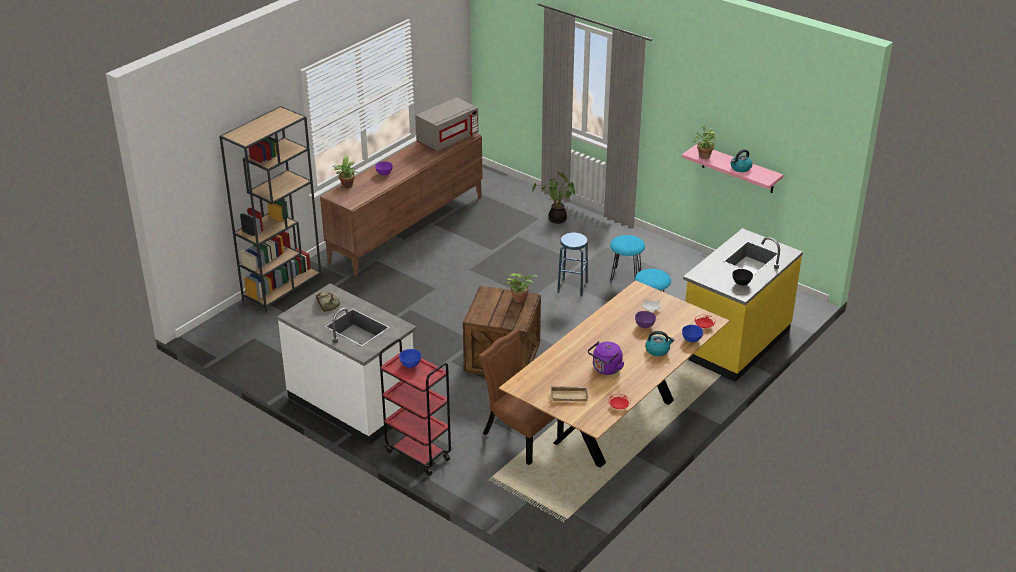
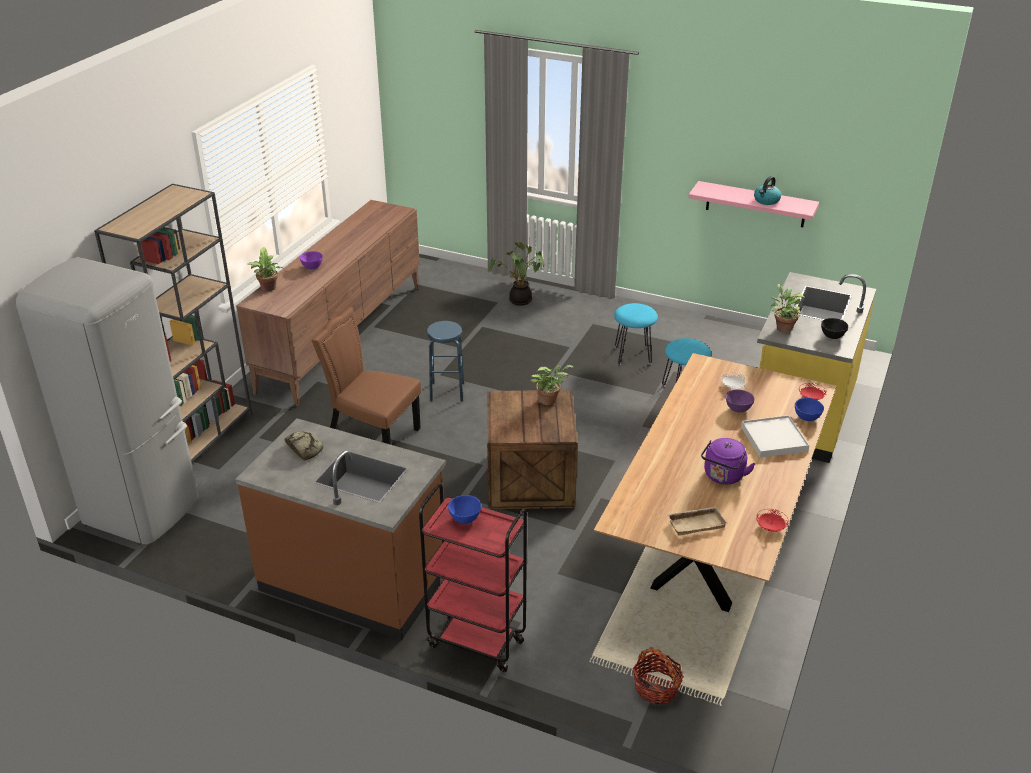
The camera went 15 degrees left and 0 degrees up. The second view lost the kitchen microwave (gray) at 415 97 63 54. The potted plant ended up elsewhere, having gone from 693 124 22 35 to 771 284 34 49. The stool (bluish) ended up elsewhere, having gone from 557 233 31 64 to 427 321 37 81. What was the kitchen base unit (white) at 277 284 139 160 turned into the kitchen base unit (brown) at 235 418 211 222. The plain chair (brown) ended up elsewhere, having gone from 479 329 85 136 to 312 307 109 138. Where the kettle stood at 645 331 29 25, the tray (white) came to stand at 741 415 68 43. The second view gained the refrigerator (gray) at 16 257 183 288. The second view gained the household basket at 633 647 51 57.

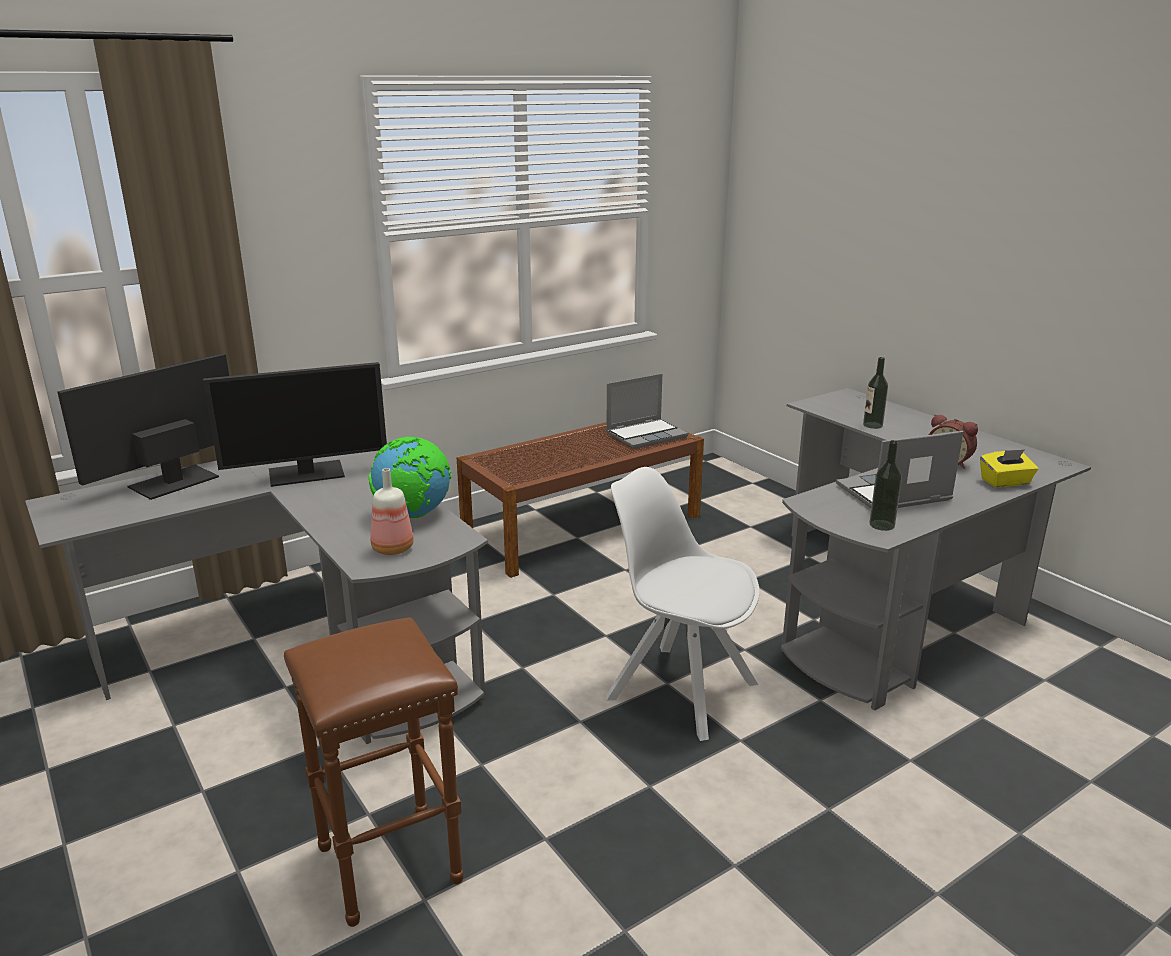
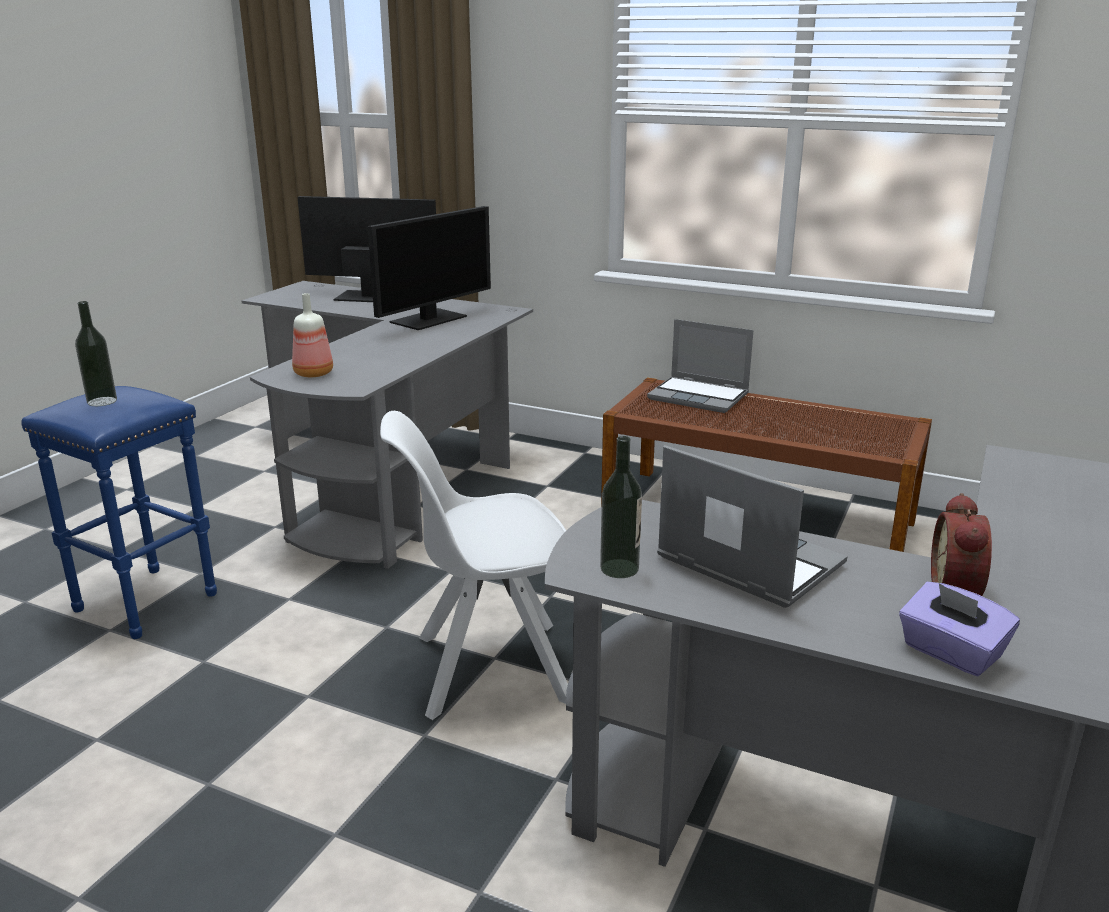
The camera went 60 degrees right and 0 degrees up. The bottle ended up elsewhere, having gone from 863 357 25 72 to 75 301 42 105. The computer screen at 203 362 184 125 ended up facing another way, 90 degrees counterclockwise from before. The notebook computer ended up elsewhere, having gone from 606 374 82 75 to 647 319 106 94. The second view lost the desk globe at 369 437 82 81. What was the tissue box (yellowish) at 980 449 58 39 turned into the tissue box (purplish) at 899 582 121 95. The plain chair (white) at 606 467 154 274 ended up facing another way, 105 degrees counterclockwise from before. What was the stool (brown) at 284 617 180 310 turned into the stool (bluish) at 21 386 196 253.

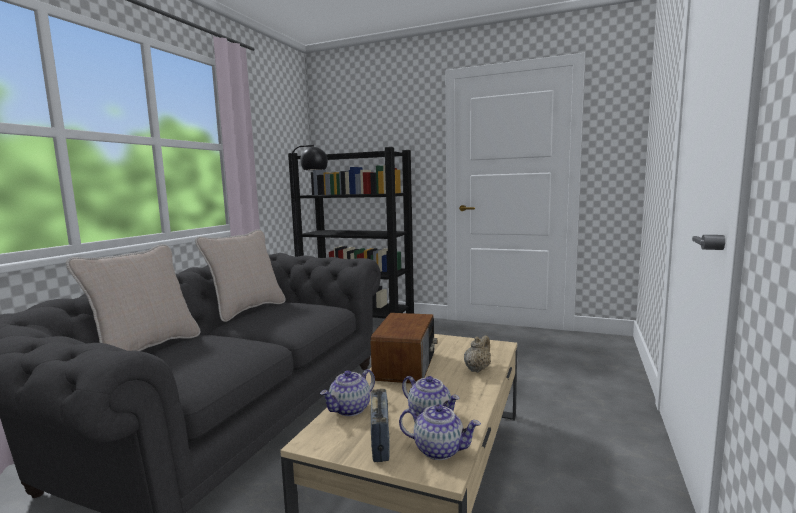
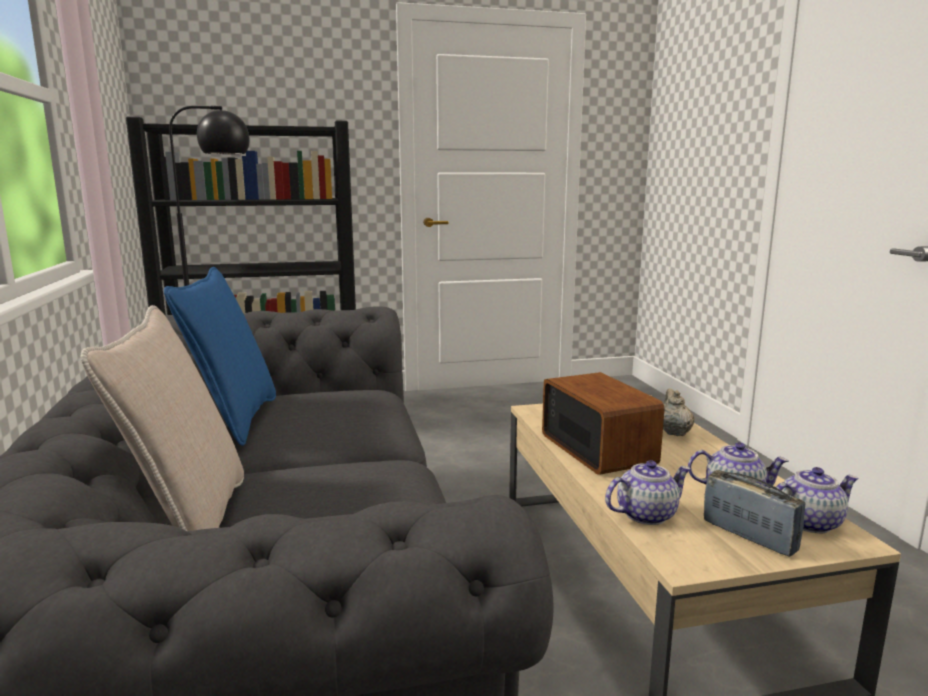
The camera went 35 degrees left and 5 degrees up. What was the pillow (sand-coloured) at 195 229 91 93 turned into the pillow (bluish) at 164 267 112 179. The pot for tea at 320 369 55 47 ended up facing another way, 120 degrees counterclockwise from before.

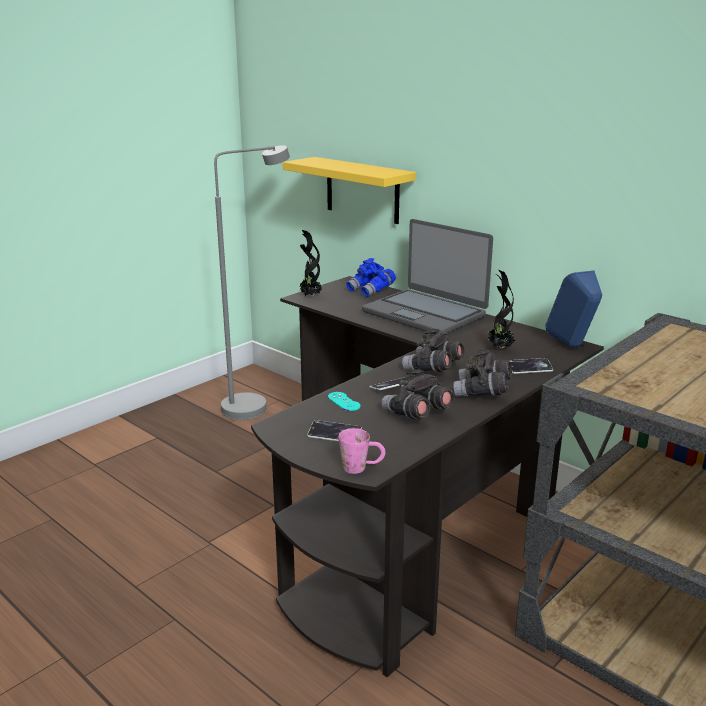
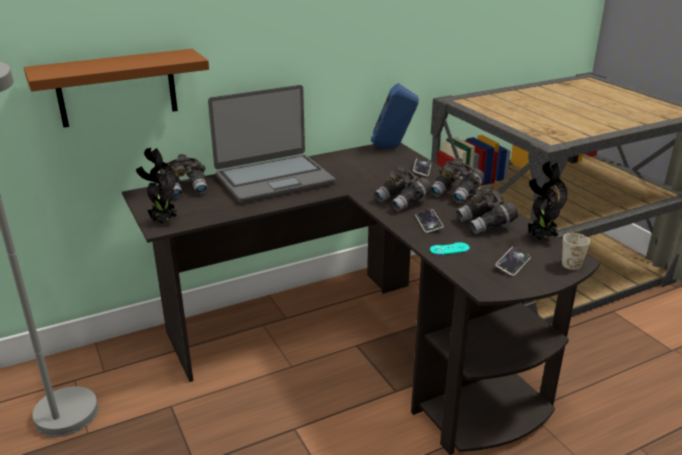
The camera went 70 degrees left and 5 degrees up. What was the shelf (yellowish) at 283 157 133 67 turned into the shelf (brown) at 24 49 185 78. What was the binoculars (bluish) at 346 258 50 39 turned into the binoculars (gray) at 160 154 48 45. The potted plant ended up elsewhere, having gone from 488 270 27 79 to 528 161 40 79. What was the tea mug (pink-coloured) at 338 428 47 46 turned into the tea mug (white) at 562 233 28 37.

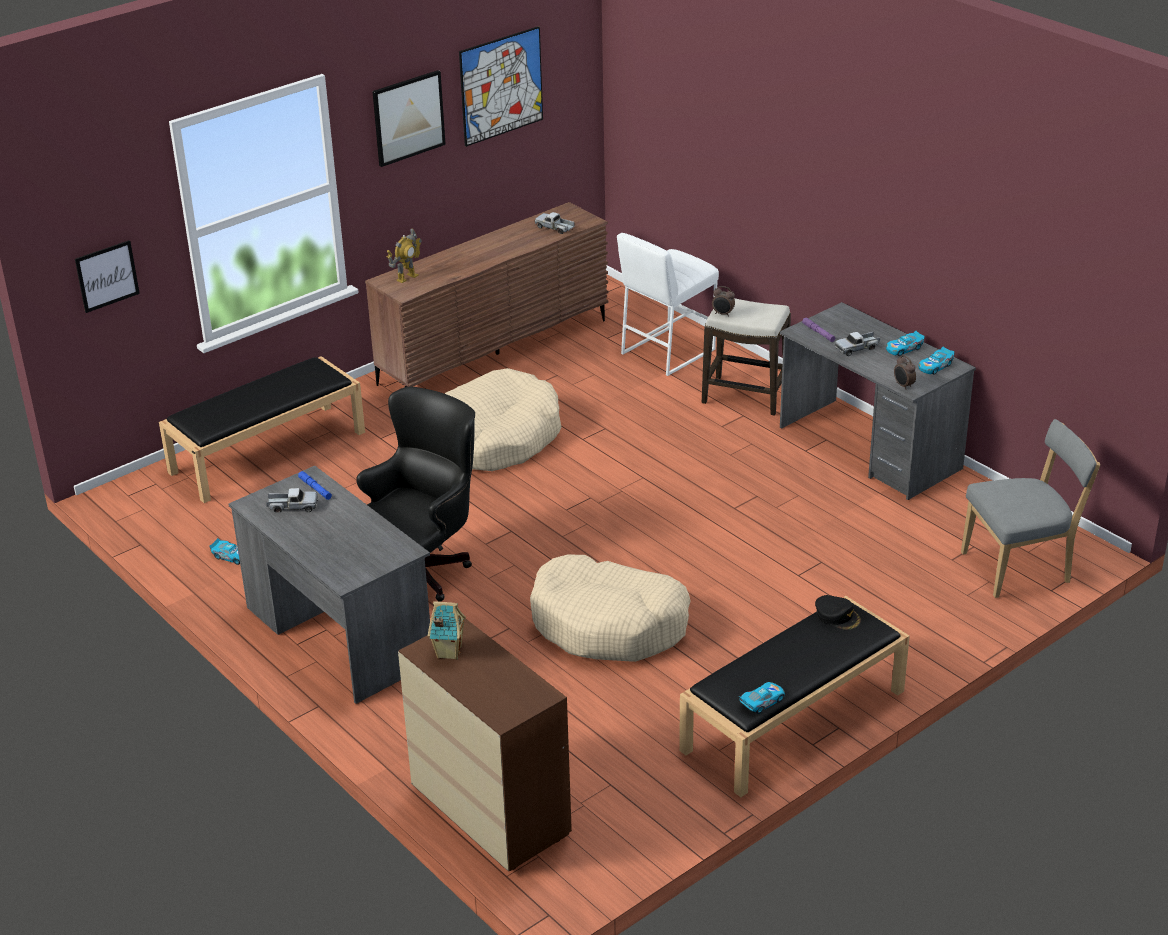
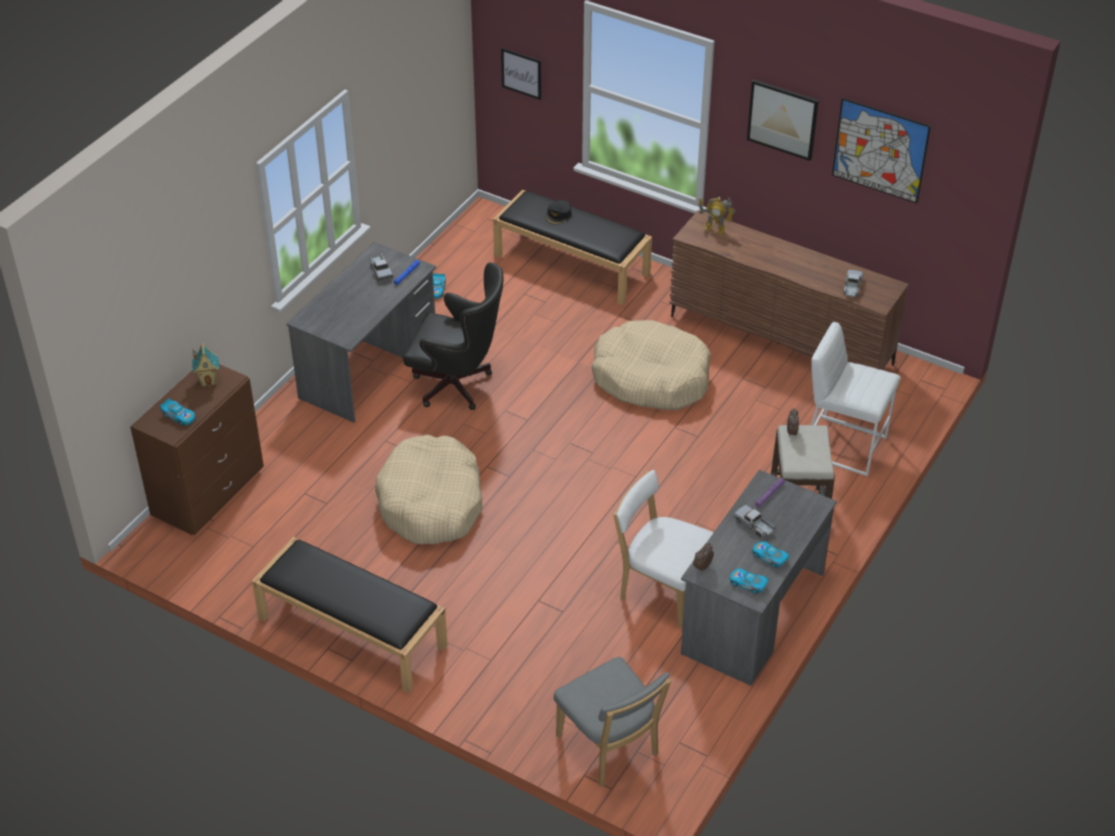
The camera went 70 degrees right and 10 degrees up. The cap (blackish) ended up elsewhere, having gone from 815 595 47 36 to 546 200 25 25. The miniature car ended up elsewhere, having gone from 739 682 46 32 to 160 398 35 28. The second view gained the plain chair (white) at 613 470 101 158.

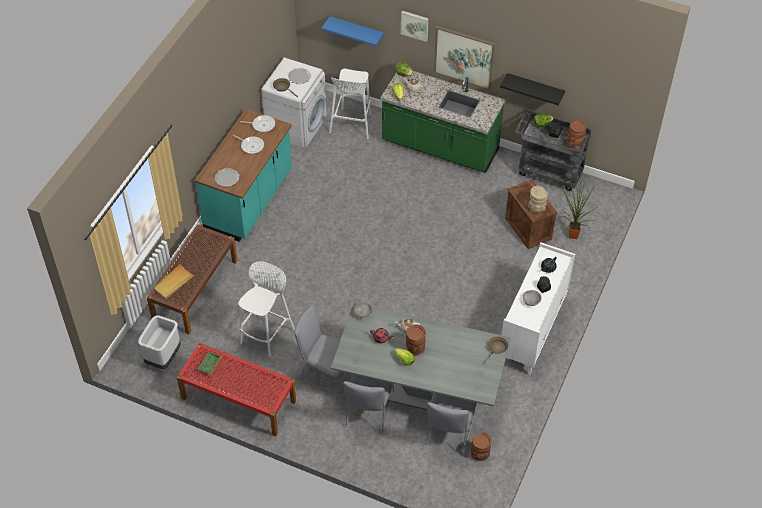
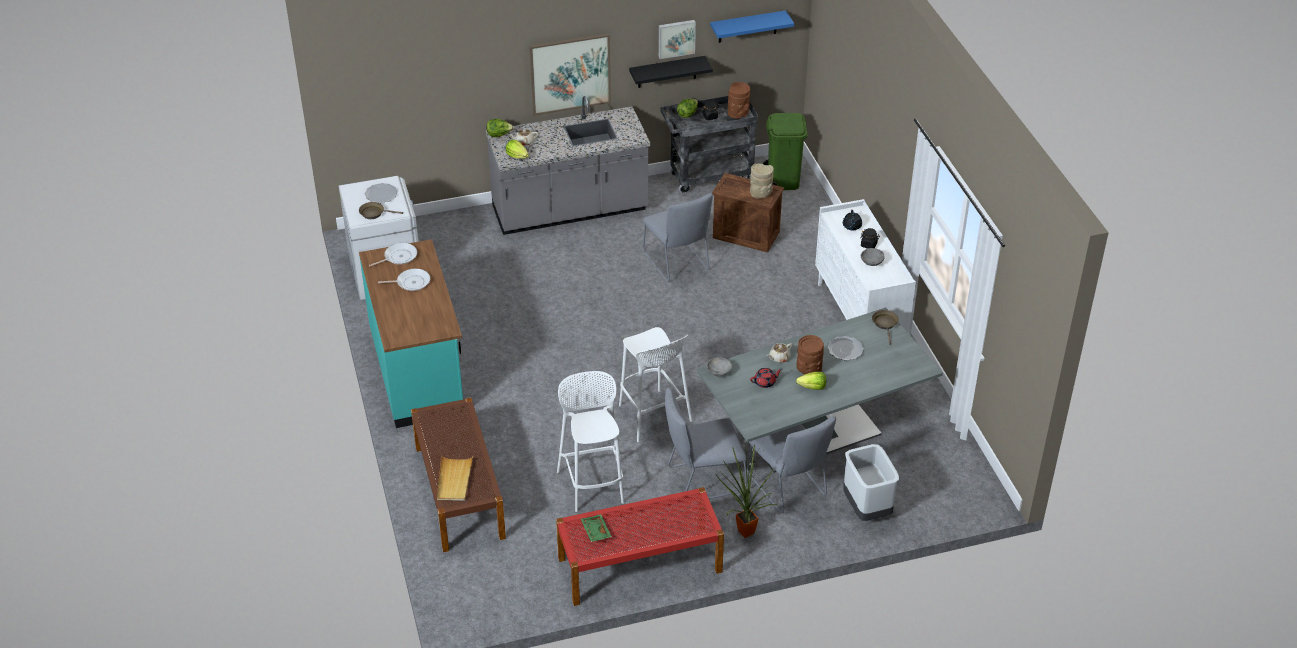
The camera went 40 degrees left and 10 degrees down. The picture ended up elsewhere, having gone from 401 11 28 31 to 659 20 37 39. The shelf (bluish) ended up elsewhere, having gone from 322 16 62 30 to 710 10 84 33. The stool (white) ended up elsewhere, having gone from 329 69 42 70 to 619 327 74 115. What was the kitchen base unit (green) at 380 71 125 102 turned into the kitchen base unit (gray) at 486 96 164 139. The dinner plate ended up elsewhere, having gone from 215 168 24 19 to 827 336 37 25. The potted plant ended up elsewhere, having gone from 561 184 36 55 to 716 444 61 94. The trash can (gray) ended up elsewhere, having gone from 138 316 43 53 to 843 444 56 77. The plain chair (gray) ended up elsewhere, having gone from 426 393 51 61 to 643 193 70 89. The second view lost the decorative vase (brown) at 471 432 21 29. The second view gained the trash can (green) at 763 113 45 77.

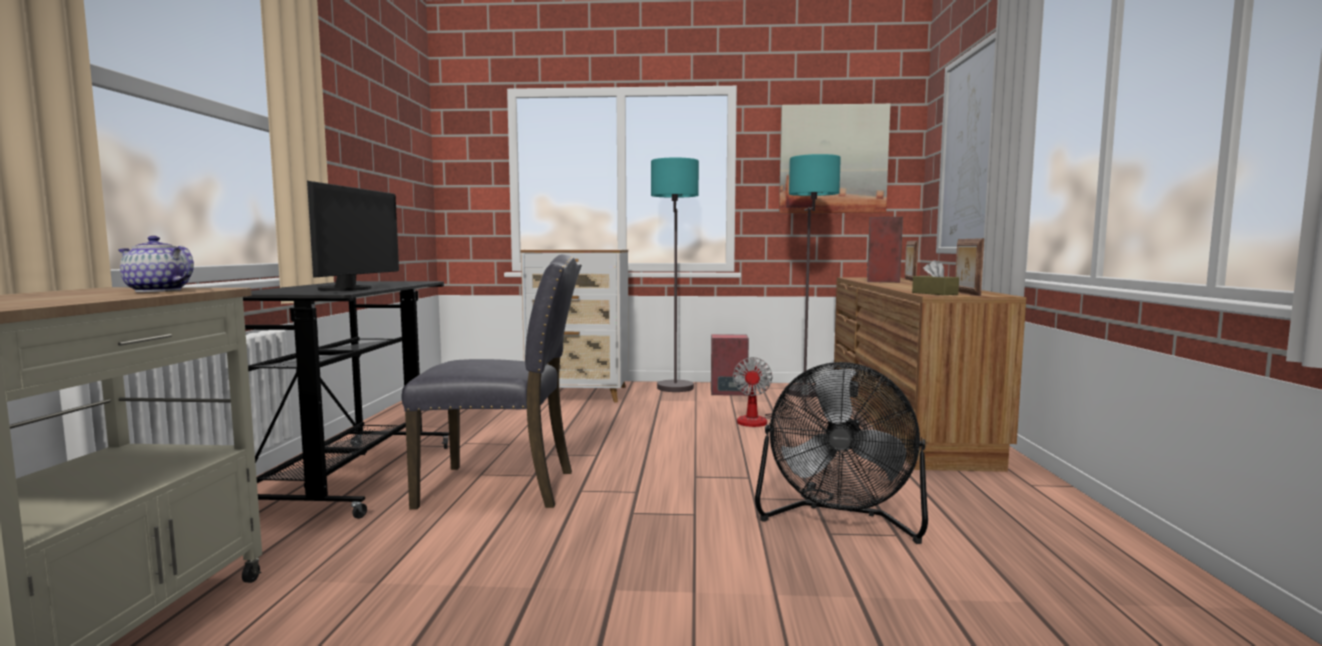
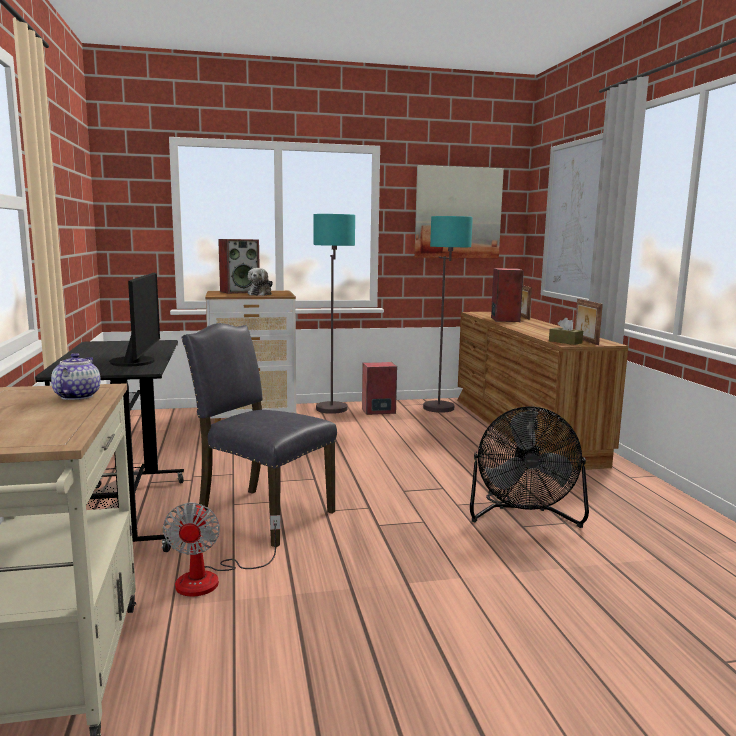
The camera went 15 degrees left and 5 degrees up. The pot for tea at 118 236 76 56 ended up facing another way, 90 degrees clockwise from before. The plain chair (gray) at 402 254 180 256 ended up facing another way, 135 degrees counterclockwise from before. The electric fan ended up elsewhere, having gone from 733 357 77 70 to 163 503 118 93. The second view gained the loudspeaker at 218 239 42 55. The second view gained the plush toy at 248 268 25 28.

